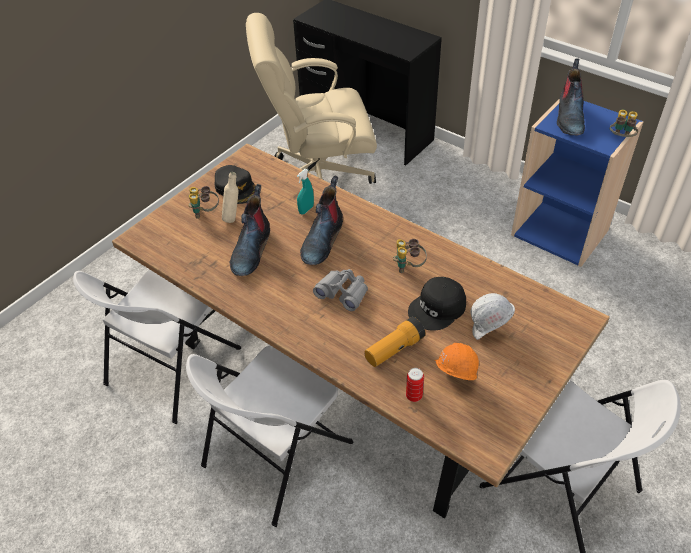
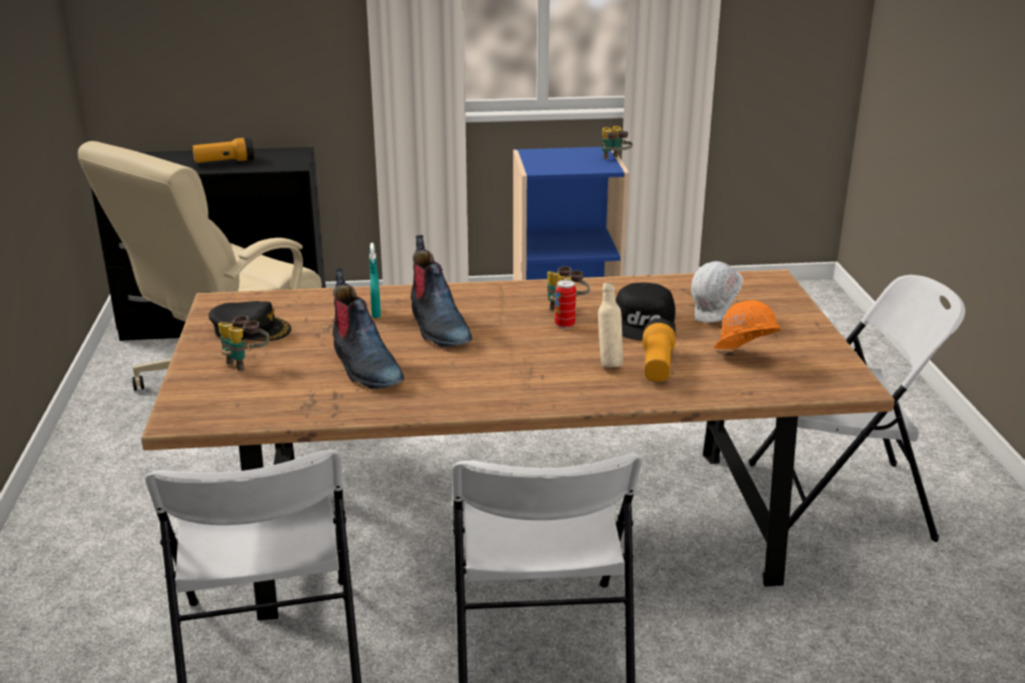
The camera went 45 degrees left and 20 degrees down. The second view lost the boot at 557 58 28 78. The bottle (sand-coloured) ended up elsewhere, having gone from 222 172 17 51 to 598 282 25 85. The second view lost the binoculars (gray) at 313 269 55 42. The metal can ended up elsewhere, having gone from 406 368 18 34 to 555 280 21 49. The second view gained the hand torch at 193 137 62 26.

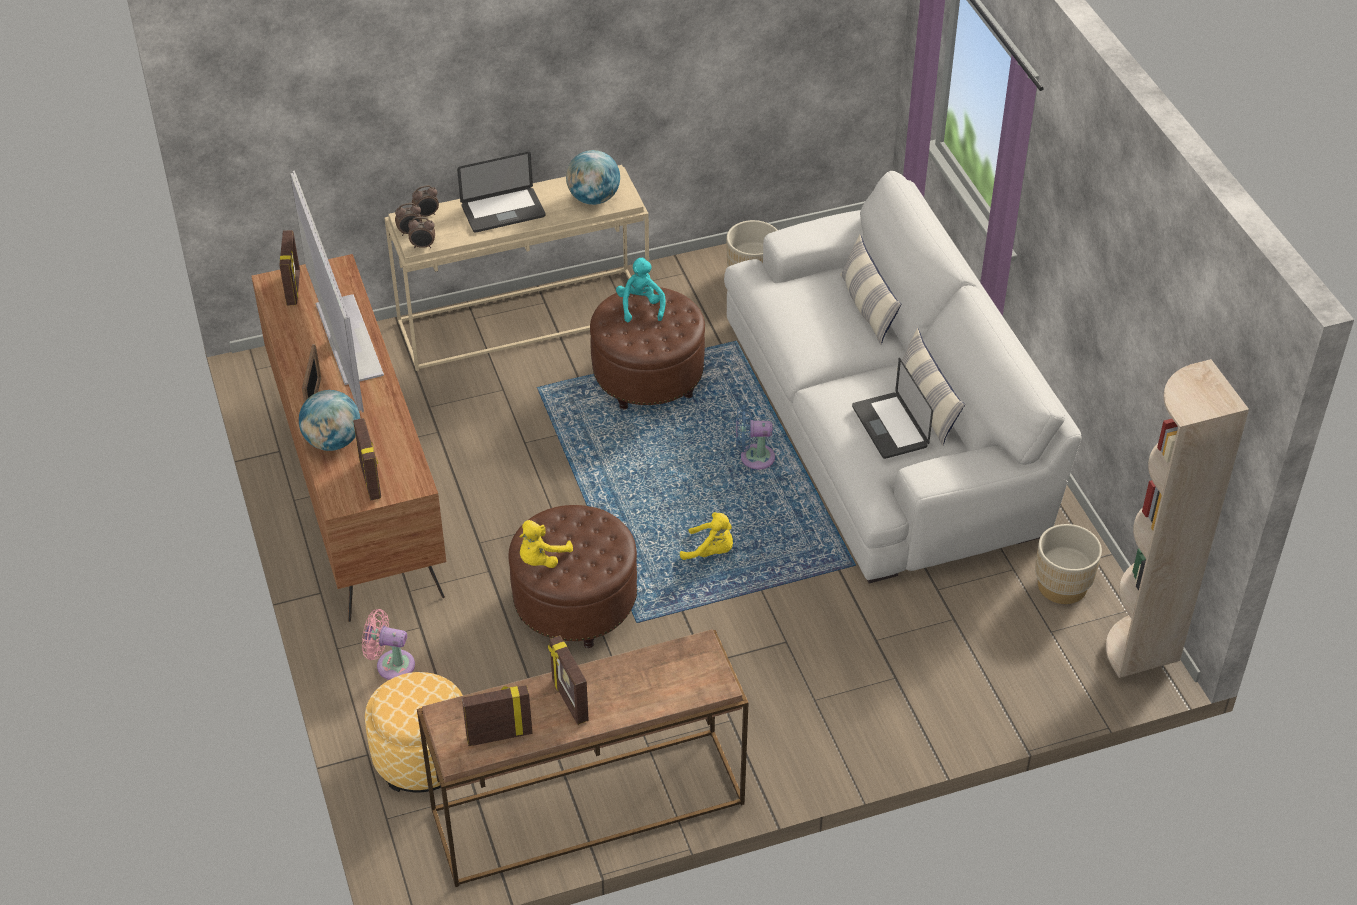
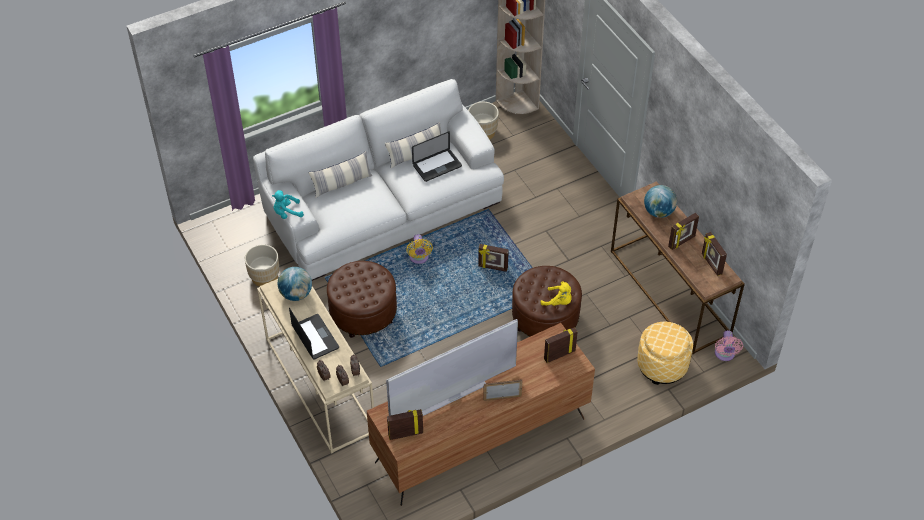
The camera went 100 degrees left and 5 degrees up. The plush toy (blue-green) ended up elsewhere, having gone from 616 257 50 65 to 272 190 32 29. The desk globe ended up elsewhere, having gone from 299 390 61 61 to 644 185 33 33. What was the electric fan (bluish) at 736 405 39 64 turned into the electric fan (yellowish) at 406 234 27 30. Where the plush toy (yellowish) stood at 680 512 53 48, the standing frame came to stand at 478 244 31 28. The electric fan (pink-coloured) ended up elsewhere, having gone from 362 609 53 71 to 715 330 28 31.

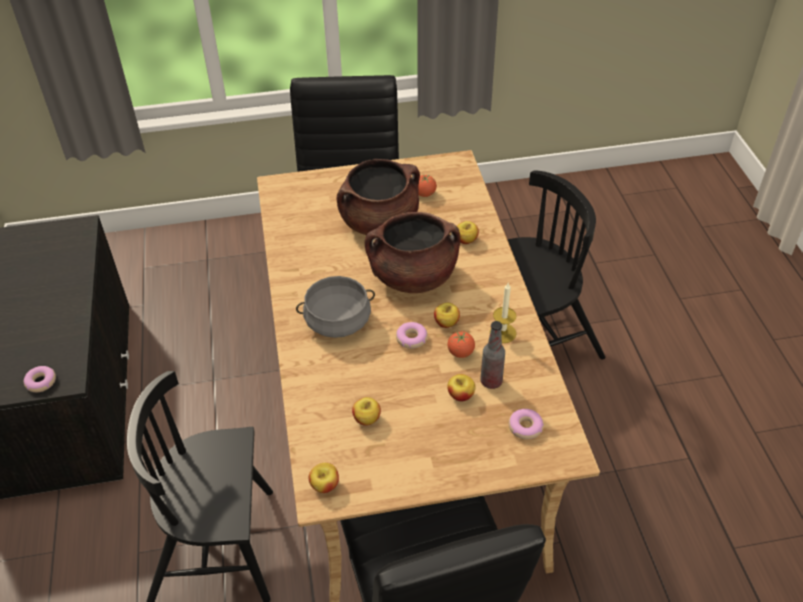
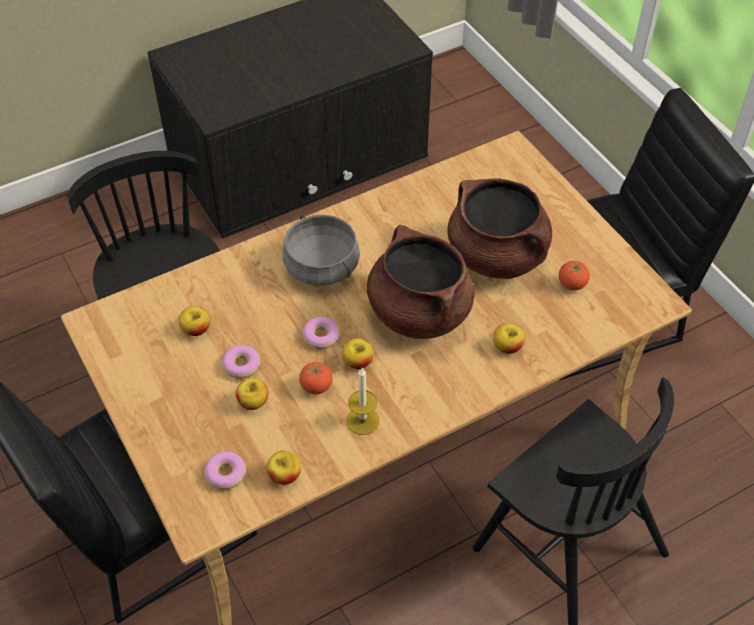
The camera went 70 degrees right and 5 degrees up. The second view lost the bottle at 480 321 25 68. The ring doughnut ended up elsewhere, having gone from 24 366 32 26 to 222 345 38 34. The apple ended up elsewhere, having gone from 308 463 31 30 to 267 451 34 34.

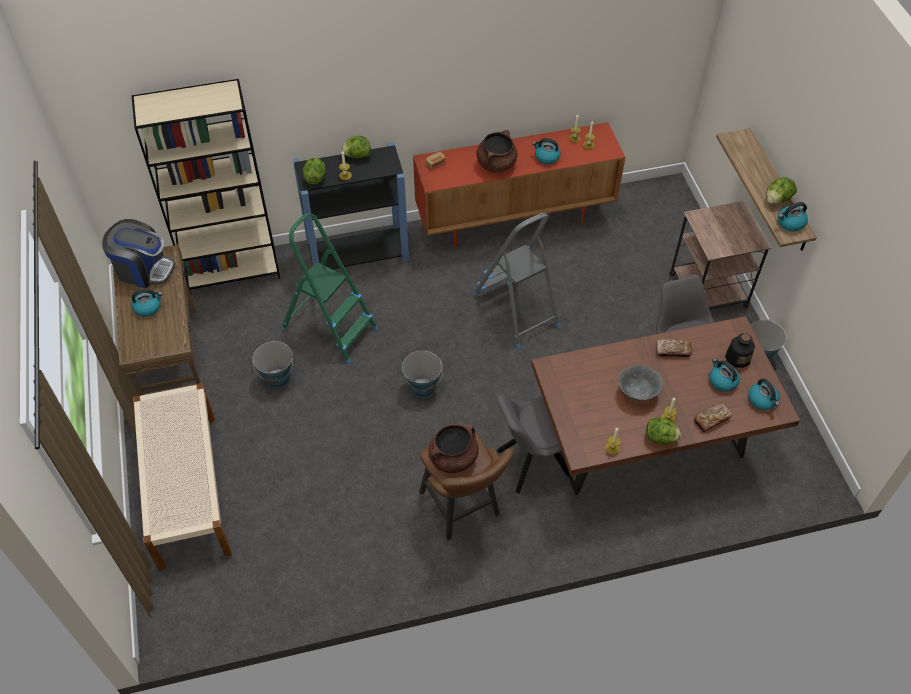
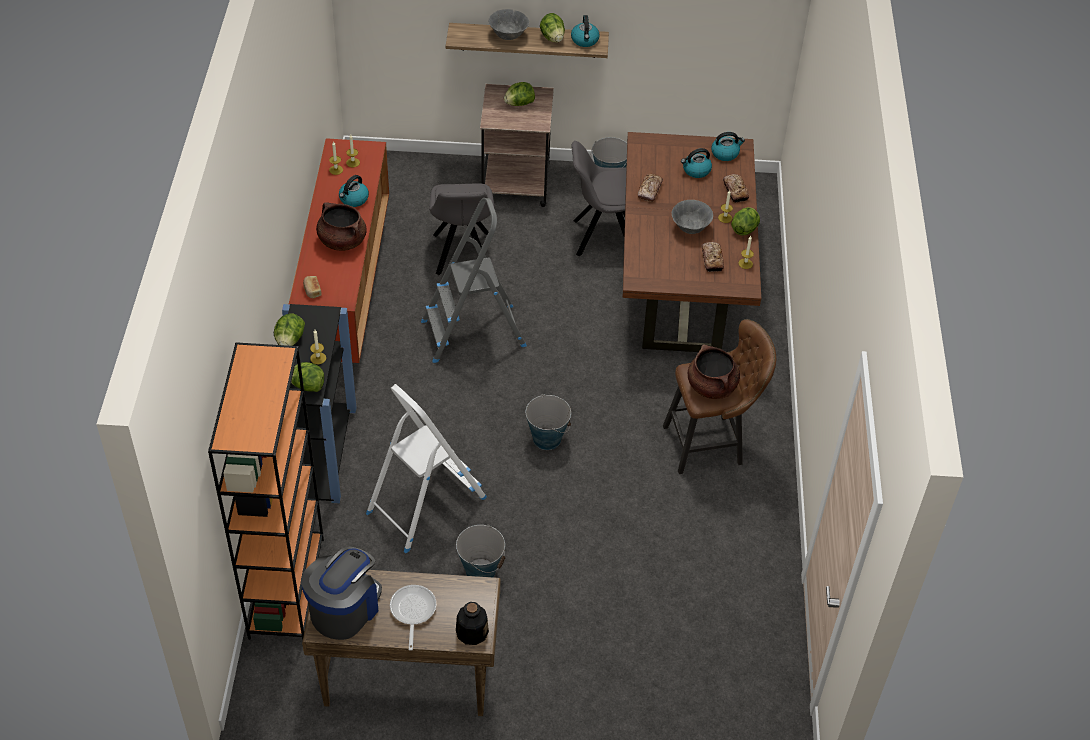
The camera went 75 degrees left and 5 degrees down. What was the bookshelf (sand-coloured) at 132 79 148 215 turned into the bookshelf (orangey) at 208 342 116 298. What was the stepladder (green) at 281 213 97 150 turned into the stepladder (white) at 366 384 121 169. Where the kettle stood at 132 289 31 28, the pan came to stand at 390 585 46 66. The bottle ended up elsewhere, having gone from 725 333 30 35 to 456 602 33 43. The second view lost the bench (sand-coloured) at 133 383 99 188. The plain chair (gray) ended up elsewhere, having gone from 496 394 73 100 to 429 183 66 92. The second view gained the bowl (gray) at 488 9 41 31. The second view gained the head of lettuce at 504 82 31 24. The second view gained the baked bread at 701 242 23 30.

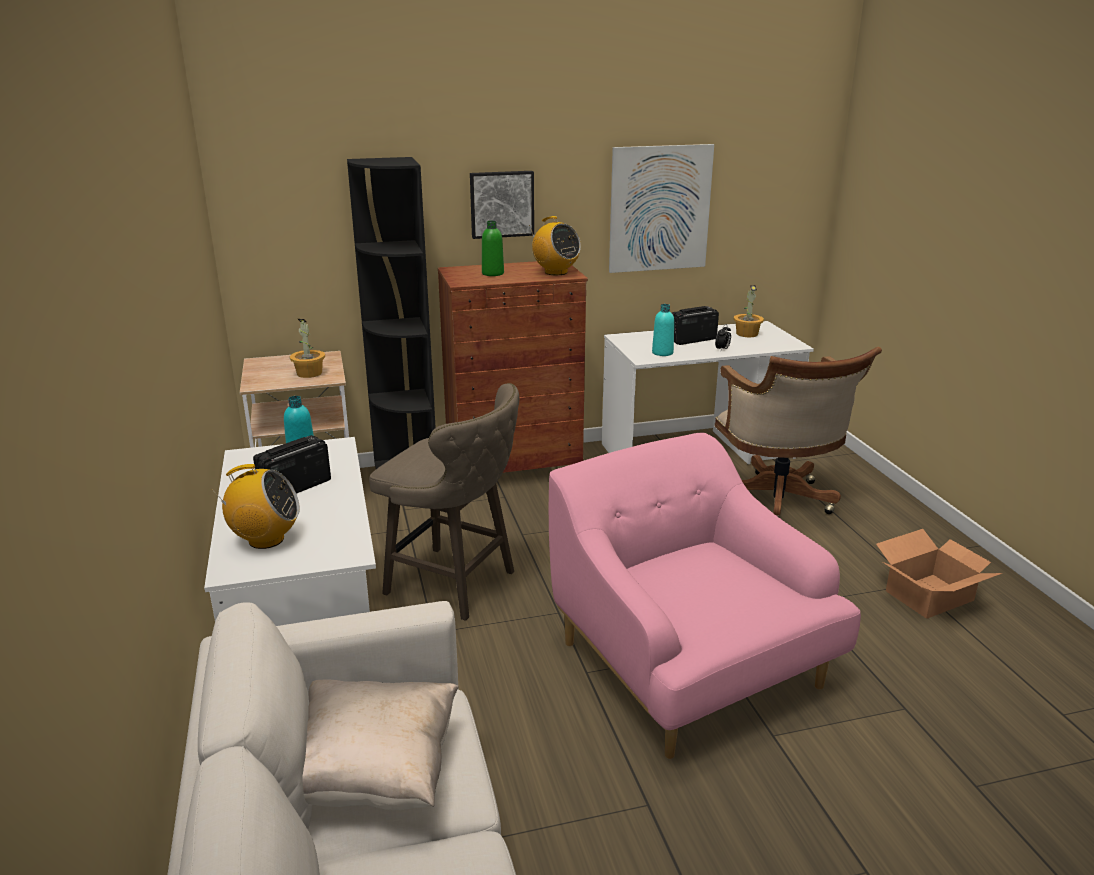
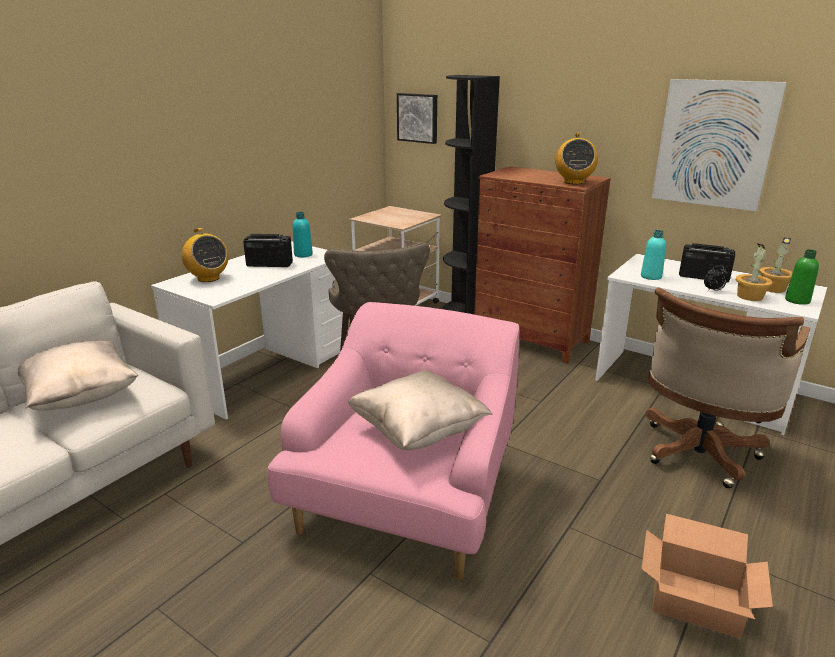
The camera went 50 degrees right and 0 degrees up. The picture ended up elsewhere, having gone from 470 171 64 68 to 397 93 40 51. The bottle (green) ended up elsewhere, having gone from 482 221 22 55 to 785 250 34 55. The potted plant ended up elsewhere, having gone from 290 319 35 59 to 736 243 36 58. The second view gained the pillow (sand-coloured) at 348 370 144 81.

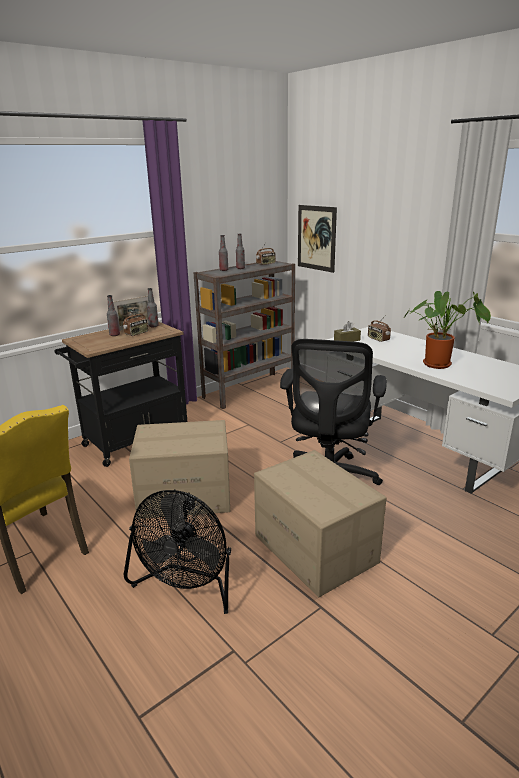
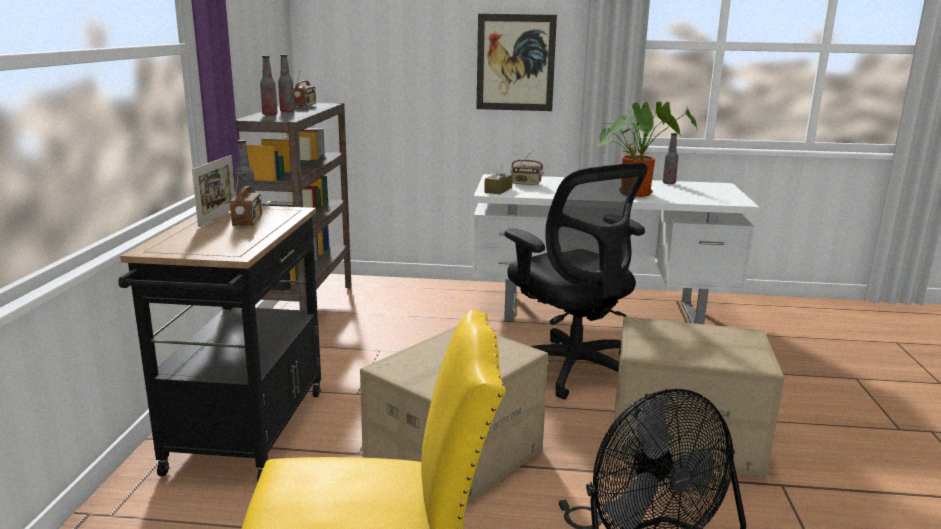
The camera went 45 degrees left and 5 degrees down. The picture ended up elsewhere, having gone from 298 205 39 68 to 476 14 81 97. The bottle ended up elsewhere, having gone from 107 295 13 41 to 663 133 15 51.

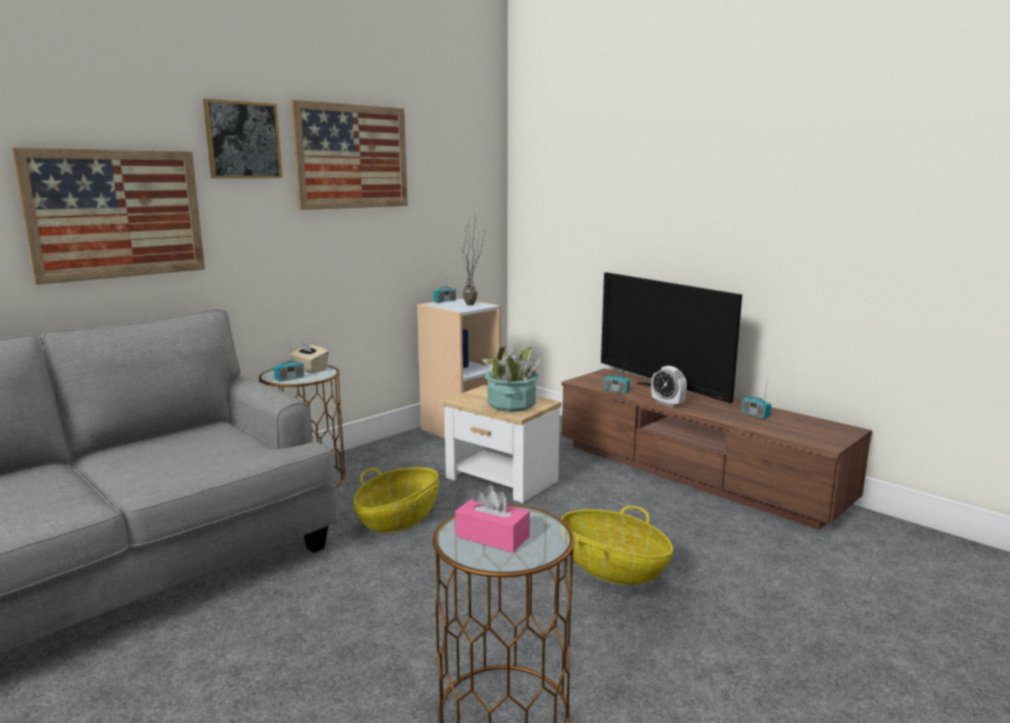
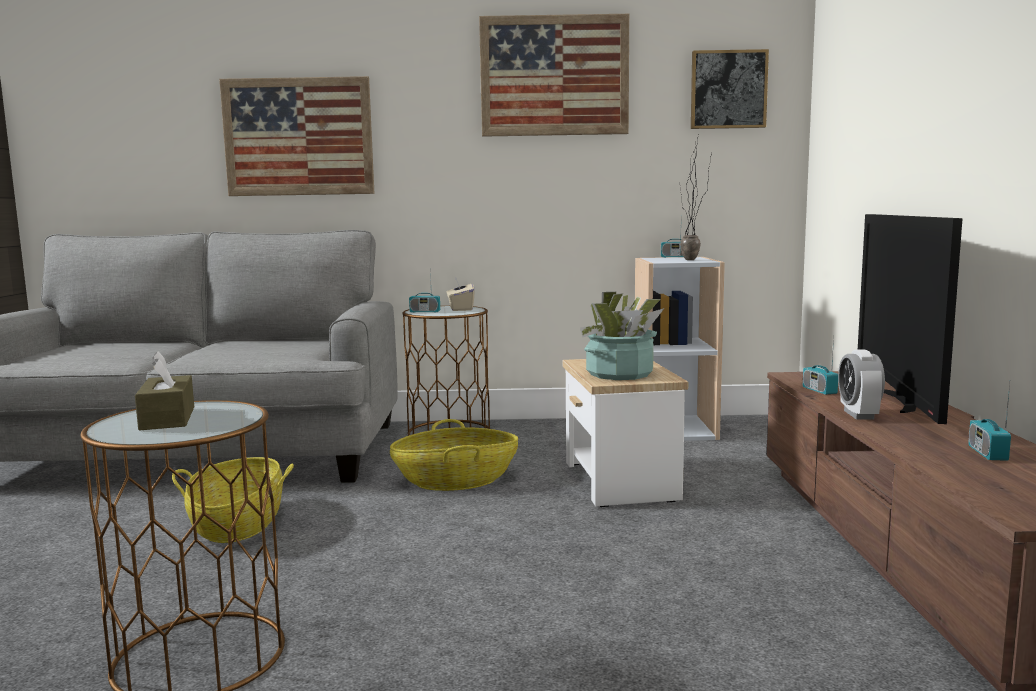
The camera went 45 degrees right and 5 degrees down. The picture ended up elsewhere, having gone from 203 98 79 80 to 691 49 78 80. What was the tissue box (pink-coloured) at 455 486 75 67 turned into the tissue box (brown) at 135 351 59 80. The household basket ended up elsewhere, having gone from 561 506 112 79 to 172 457 122 86.

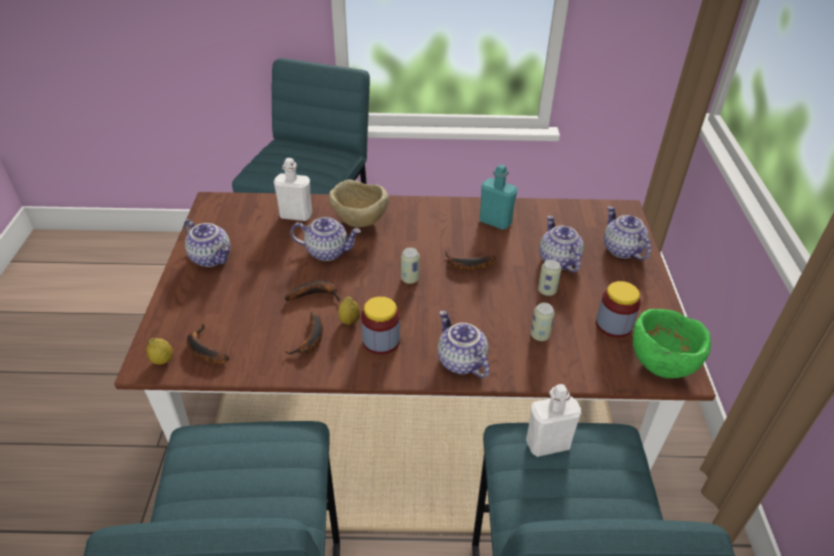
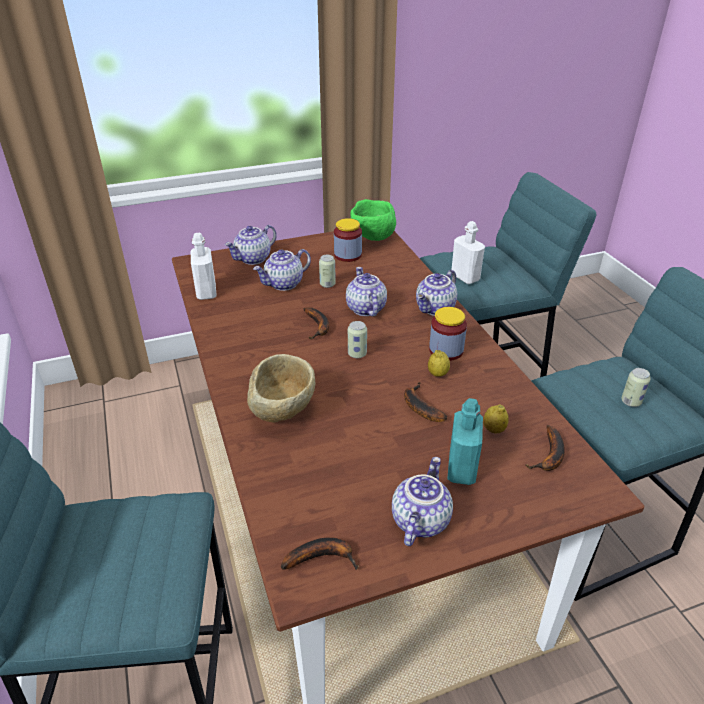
The camera went 110 degrees left and 5 degrees down. The bottle (white) ended up elsewhere, having gone from 274 158 38 63 to 191 233 26 67. The bottle (blue-green) ended up elsewhere, having gone from 480 164 37 66 to 447 398 36 87. The pot for tea ended up elsewhere, having gone from 290 217 71 44 to 346 267 41 50. The metal can ended up elsewhere, having gone from 530 303 25 38 to 621 368 30 39. The banana fruit ended up elsewhere, having gone from 286 312 37 43 to 281 537 78 33. The lemon ended up elsewhere, having gone from 146 338 27 27 to 483 405 26 28.

